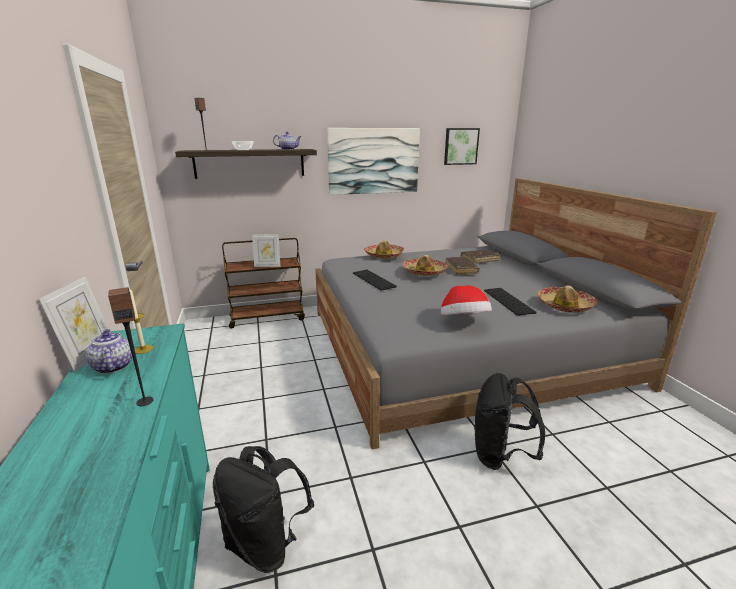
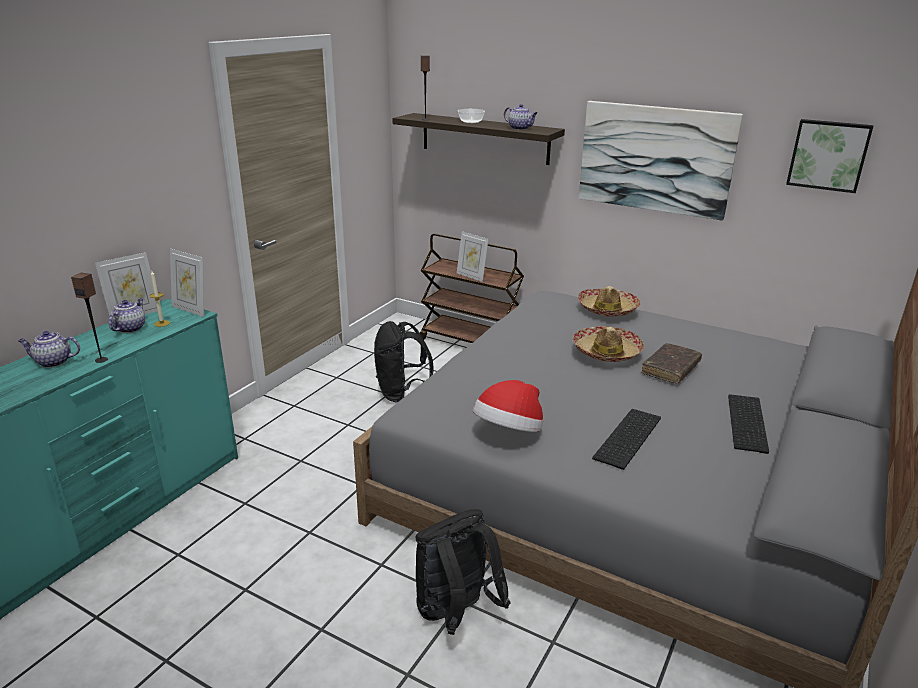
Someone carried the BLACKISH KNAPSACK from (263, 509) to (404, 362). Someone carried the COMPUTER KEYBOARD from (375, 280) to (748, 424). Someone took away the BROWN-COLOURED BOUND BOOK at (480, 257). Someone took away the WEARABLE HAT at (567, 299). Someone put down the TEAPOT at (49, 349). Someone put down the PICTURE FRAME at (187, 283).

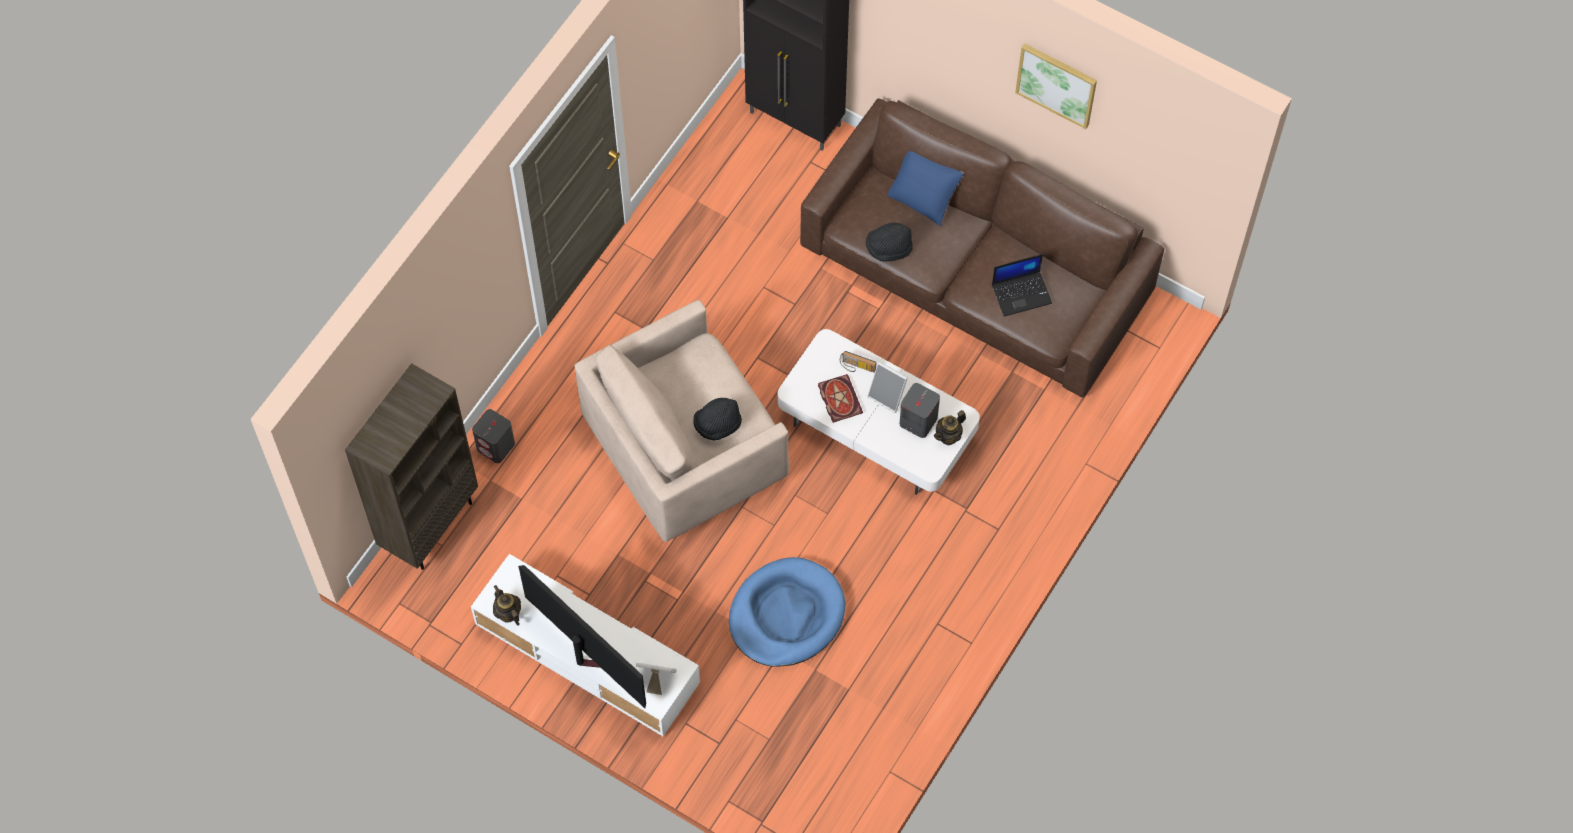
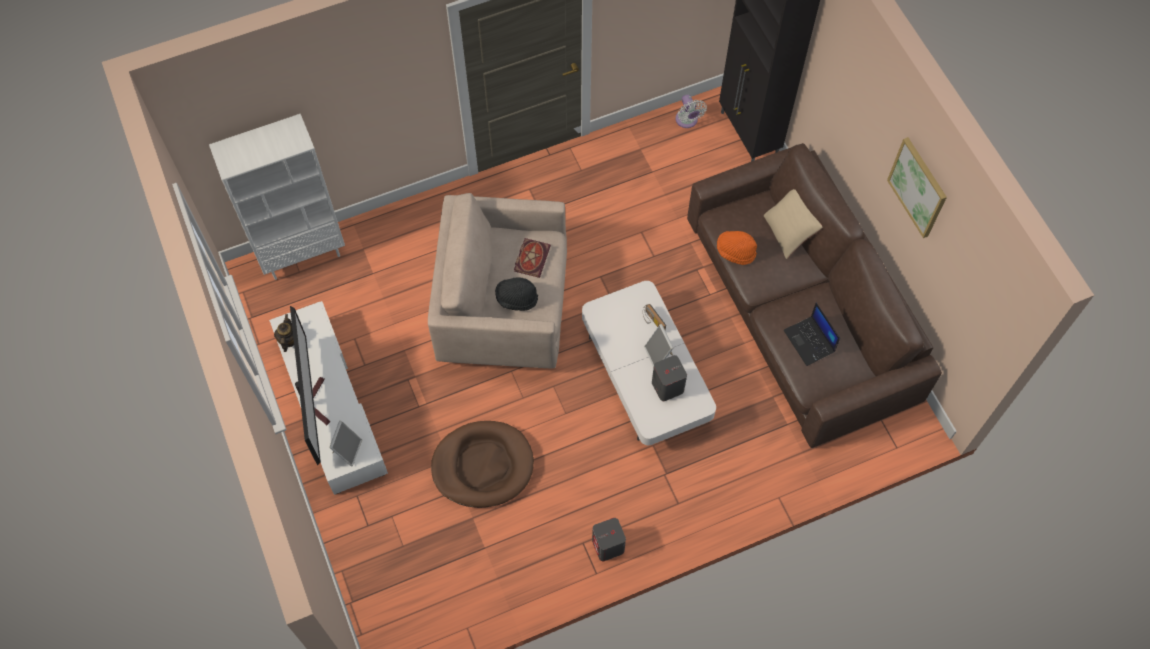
Someone repainted the BROWN-COLOURED SHELVING UNIT at (411, 466), which became the WHITISH SHELVING UNIT at (277, 197). Someone carried the GREYISH SPEAKER from (493, 436) to (609, 539). Someone rotated the PICTURE FRAME at (656, 679) by 60 degrees clockwise. Someone repainted the BLUE DOG CUSHION at (787, 612), which became the BROWN-COLOURED DOG CUSHION at (482, 464). Someone carried the BOUND BOOK from (840, 398) to (532, 258). Someone repainted the BLACKISH WEARABLE HAT at (889, 242), which became the ORANGEY WEARABLE HAT at (737, 248). Someone repainted the BLUE THROW PILLOW at (925, 188), which became the SAND-COLOURED THROW PILLOW at (793, 224). Someone took away the TEAPOT at (950, 427). Someone rotated the NOTEBOOK COMPUTER at (1022, 285) by 45 degrees clockwise. Someone put down the WHITISH COOLING FAN at (691, 111).

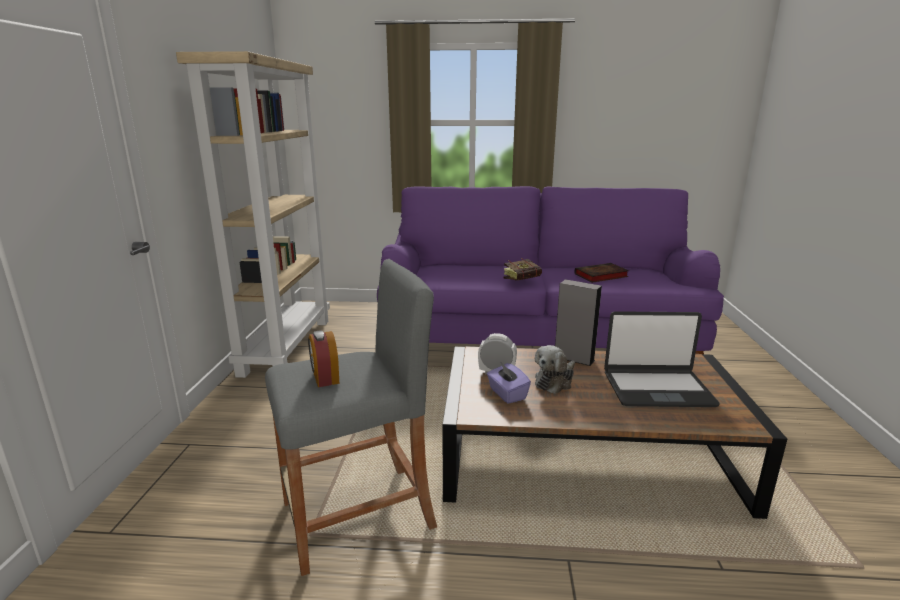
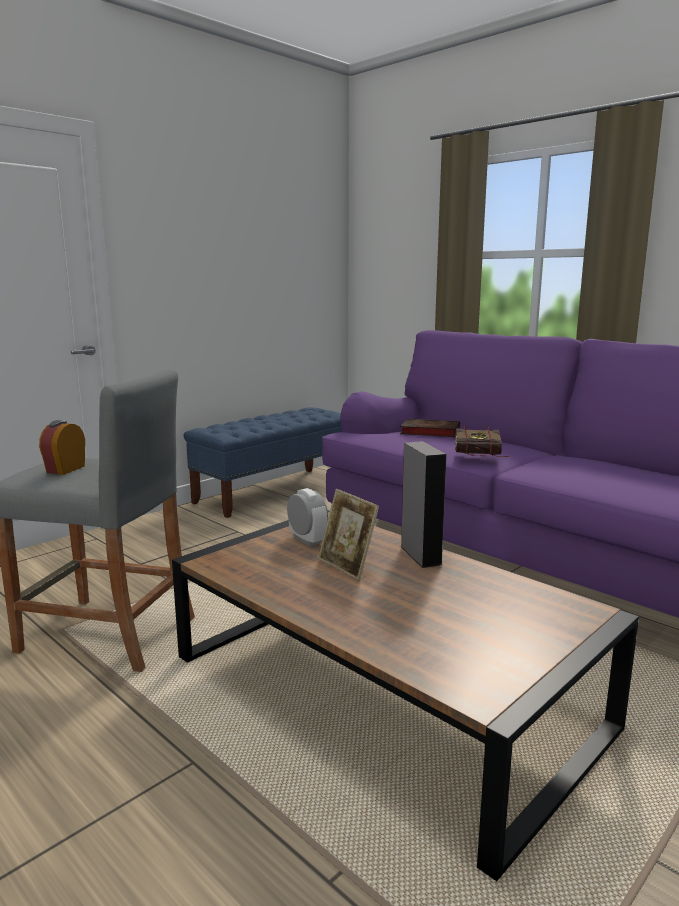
Someone swapped the SAND-COLOURED SHELVING UNIT at (253, 214) for the BLUE INDOOR BENCH at (263, 462). Someone took away the PURPLISH TISSUE BOX at (509, 383). Someone swapped the PLUSH TOY at (555, 369) for the PICTURE FRAME at (348, 534). Someone carried the BOUND BOOK from (602, 273) to (430, 428). Someone took away the NOTEBOOK COMPUTER at (662, 359).

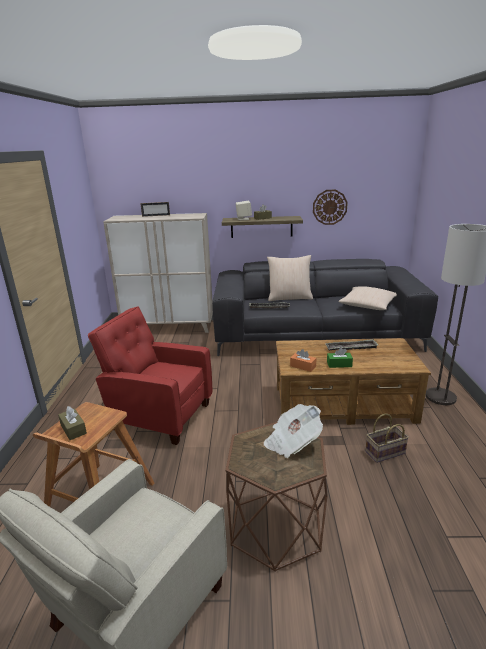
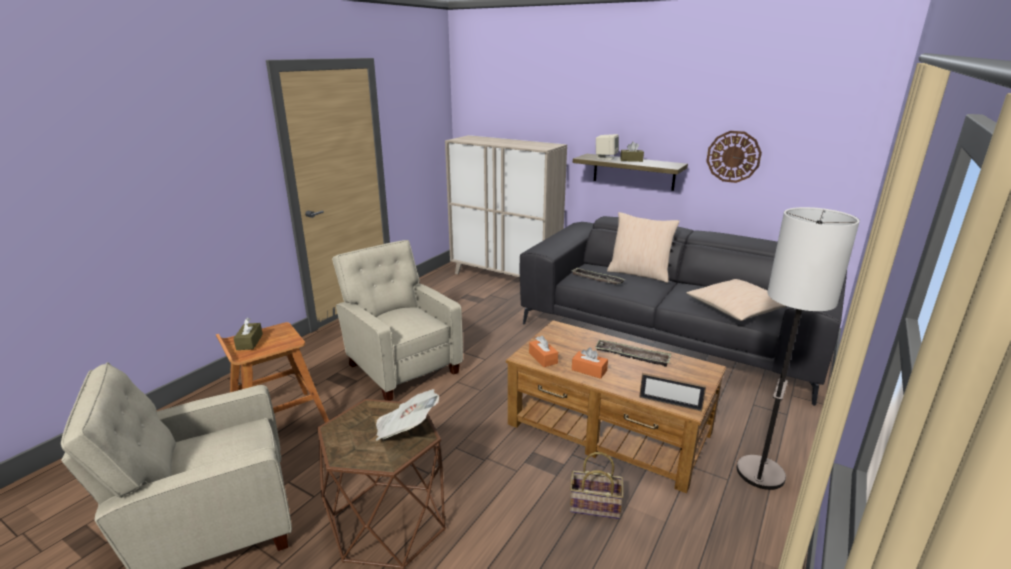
Someone repainted the REDDISH LOUNGE CHAIR at (150, 376), which became the SAND-COLOURED LOUNGE CHAIR at (397, 320). Someone carried the PICTURE FRAME from (155, 209) to (672, 392). Someone repainted the GREEN TISSUE BOX at (340, 357), which became the ORANGEY TISSUE BOX at (590, 363).

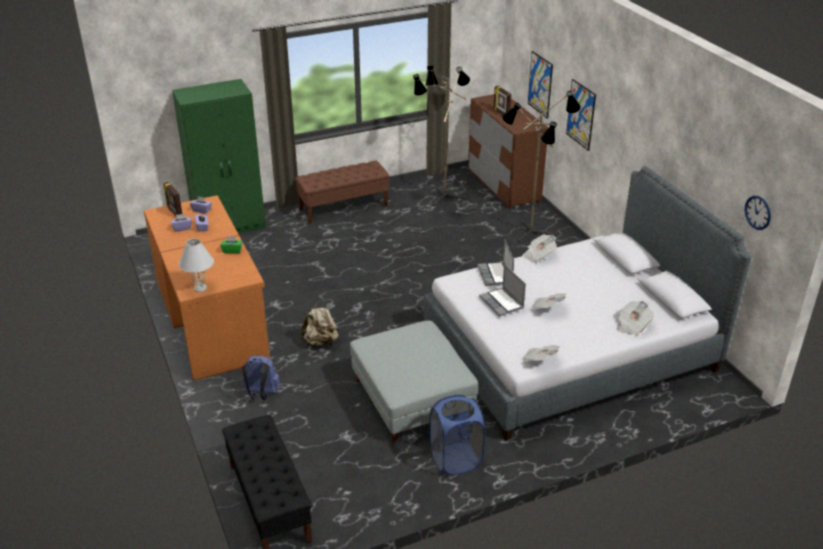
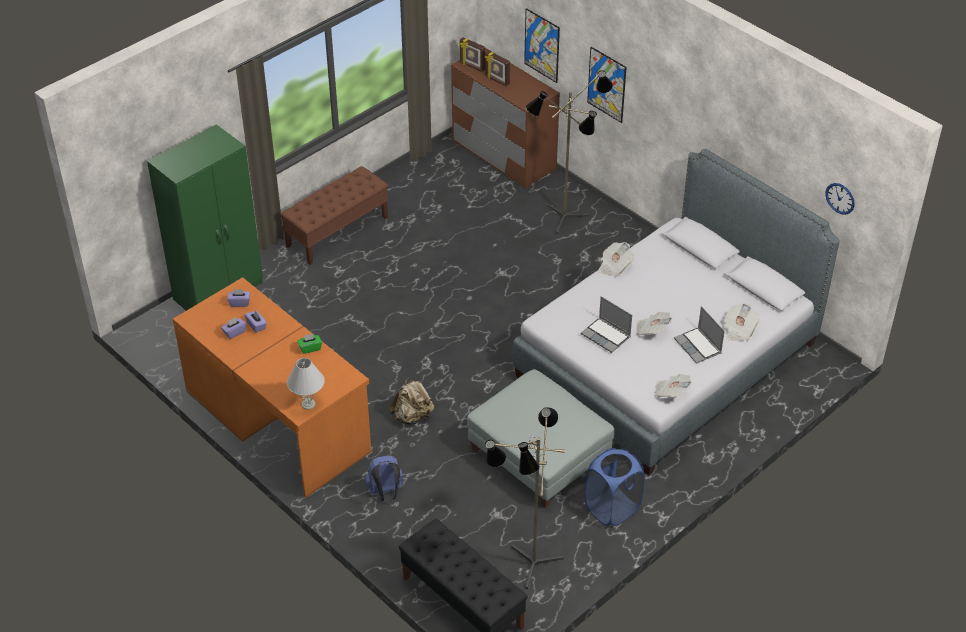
Someone carried the PICTURE FRAME from (172, 199) to (472, 54). Someone carried the STANDARD LAMP from (441, 136) to (525, 498). Someone carried the NOTEBOOK COMPUTER from (495, 263) to (699, 335).

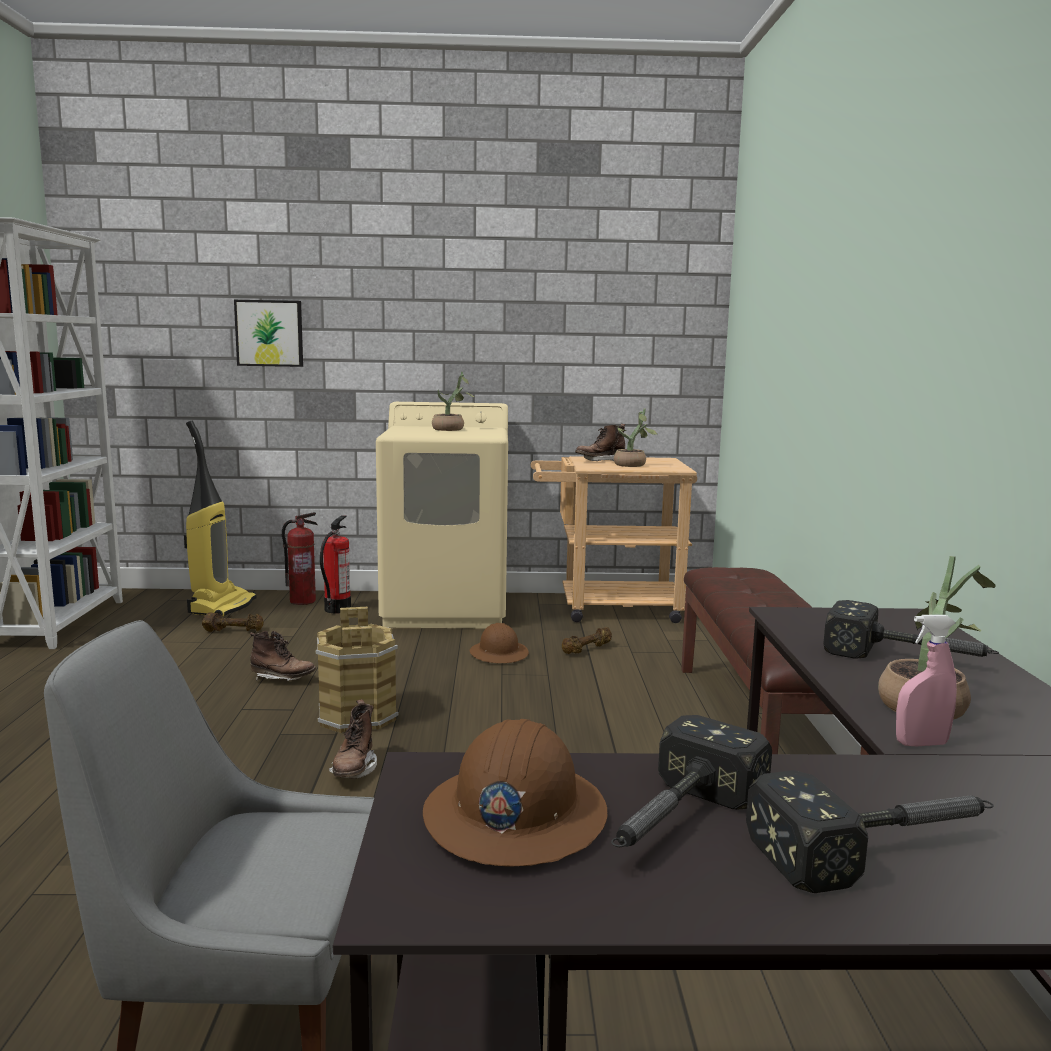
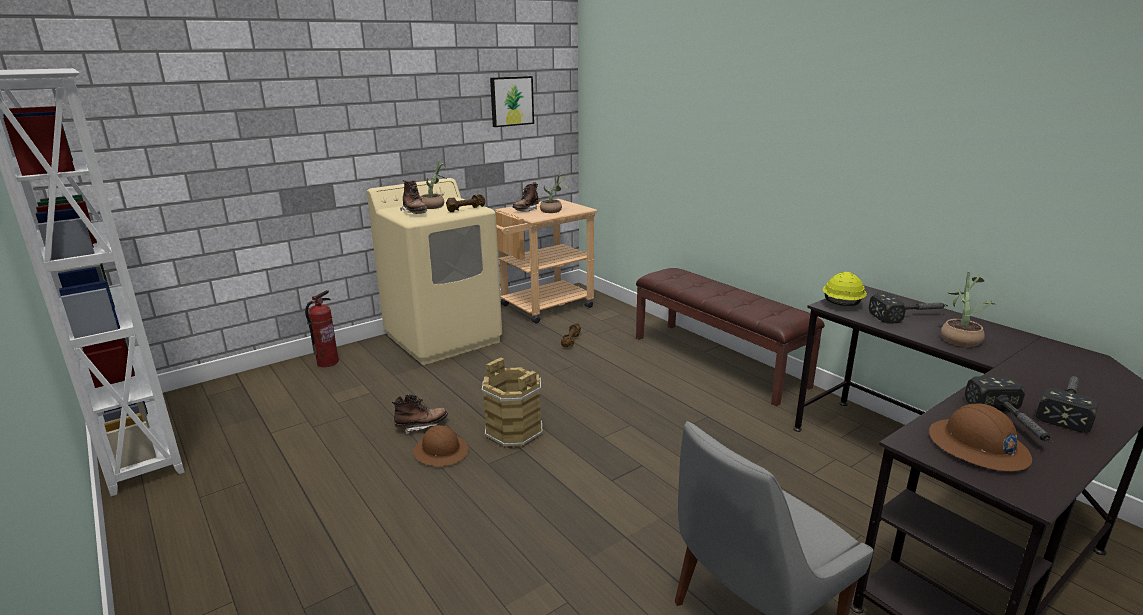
Someone took away the HOOVER at (220, 518). Someone carried the BROWN-COLOURED FREE WEIGHT from (233, 622) to (465, 203). Someone carried the WALL PICTURE from (268, 333) to (512, 101). Someone took away the EXTINGUISHER at (335, 564). Someone carried the BROWN-COLOURED TALL BOOT from (353, 738) to (413, 197). Someone carried the BROWN-COLOURED WORK HELMET from (499, 643) to (441, 446). Someone took away the PINKISH SPRAYER at (926, 680). Someone put down the YELLOWISH WORK HELMET at (845, 289).

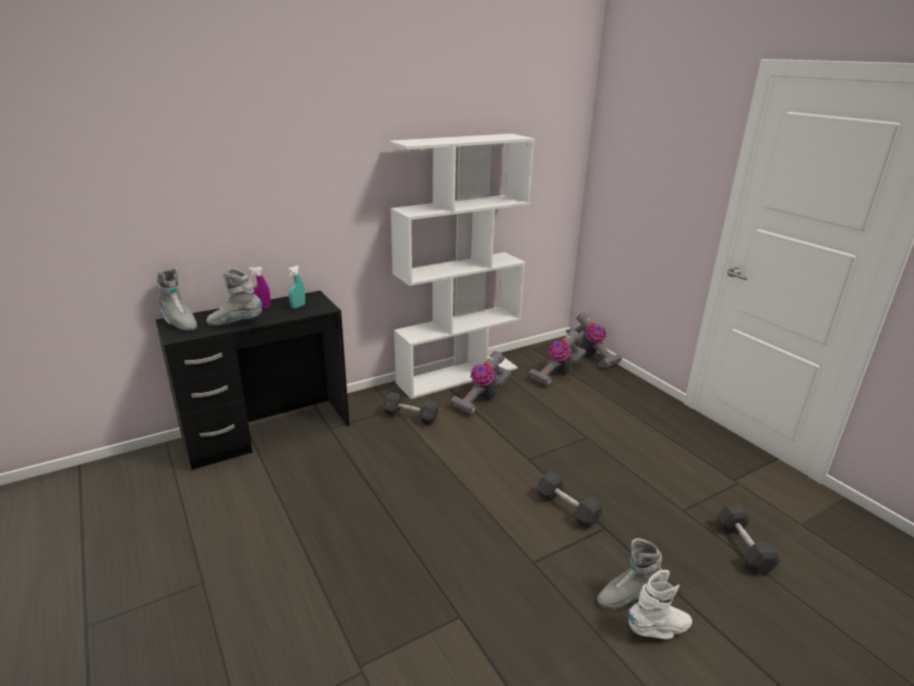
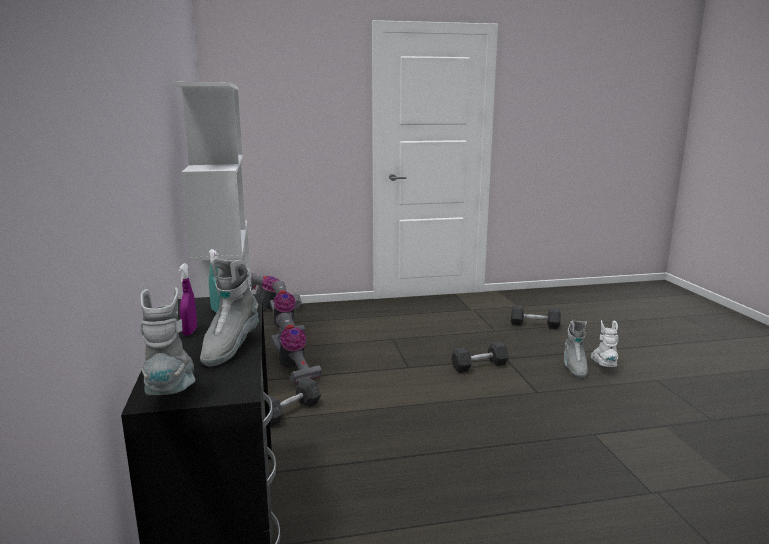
Someone rotated the GREYISH TALL BOOT at (176, 299) by 75 degrees counterclockwise.

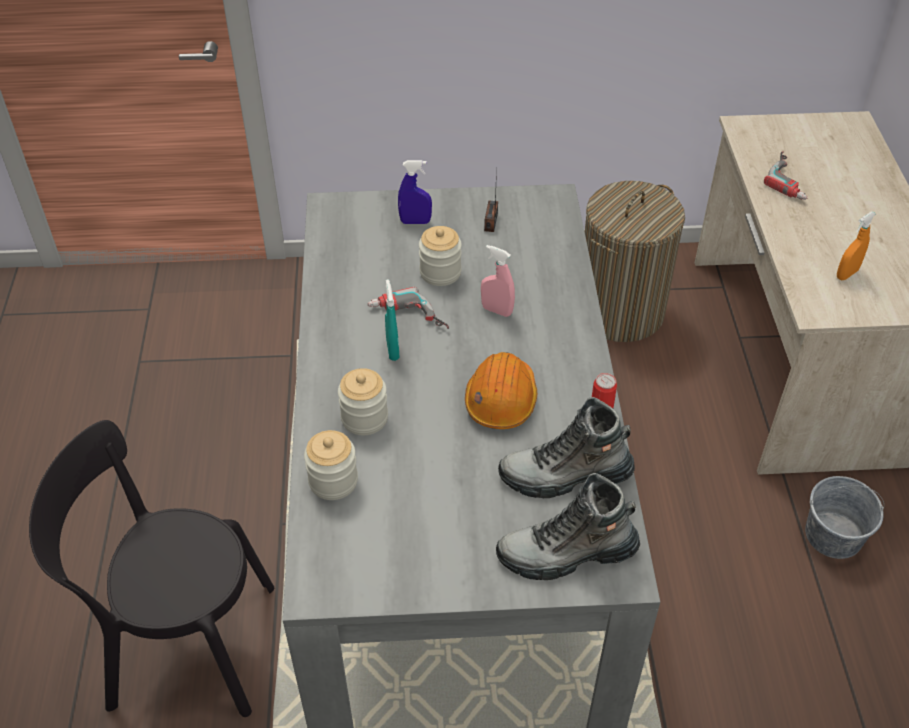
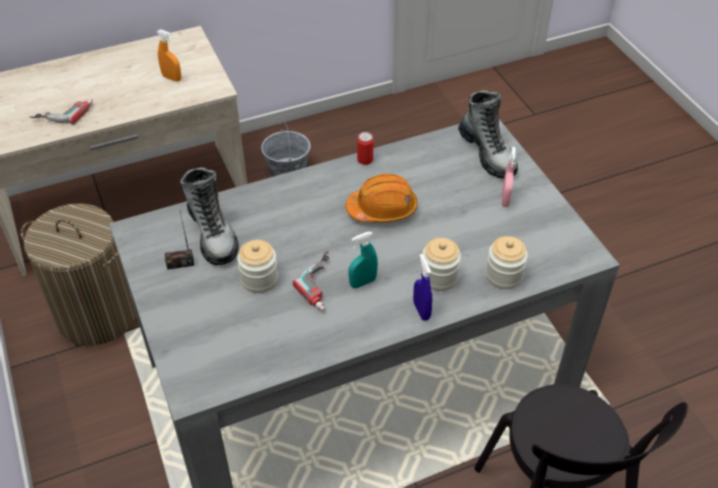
Someone carried the BLUE SPRAYER from (415, 192) to (422, 287). Someone carried the PINKISH SPRAYER from (498, 281) to (508, 177). Someone carried the TALL BOOT from (566, 447) to (209, 216).

